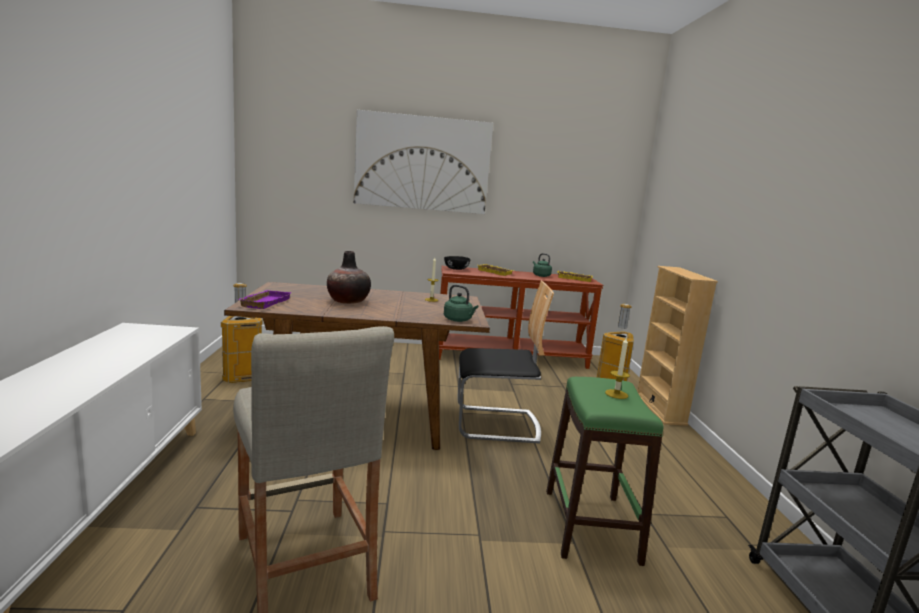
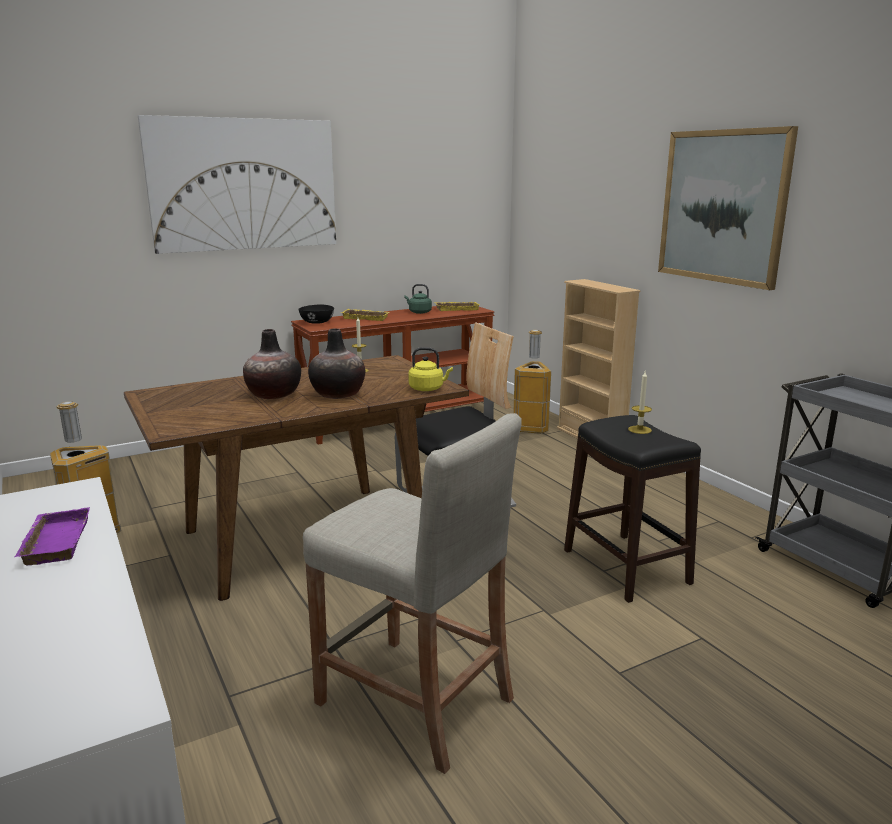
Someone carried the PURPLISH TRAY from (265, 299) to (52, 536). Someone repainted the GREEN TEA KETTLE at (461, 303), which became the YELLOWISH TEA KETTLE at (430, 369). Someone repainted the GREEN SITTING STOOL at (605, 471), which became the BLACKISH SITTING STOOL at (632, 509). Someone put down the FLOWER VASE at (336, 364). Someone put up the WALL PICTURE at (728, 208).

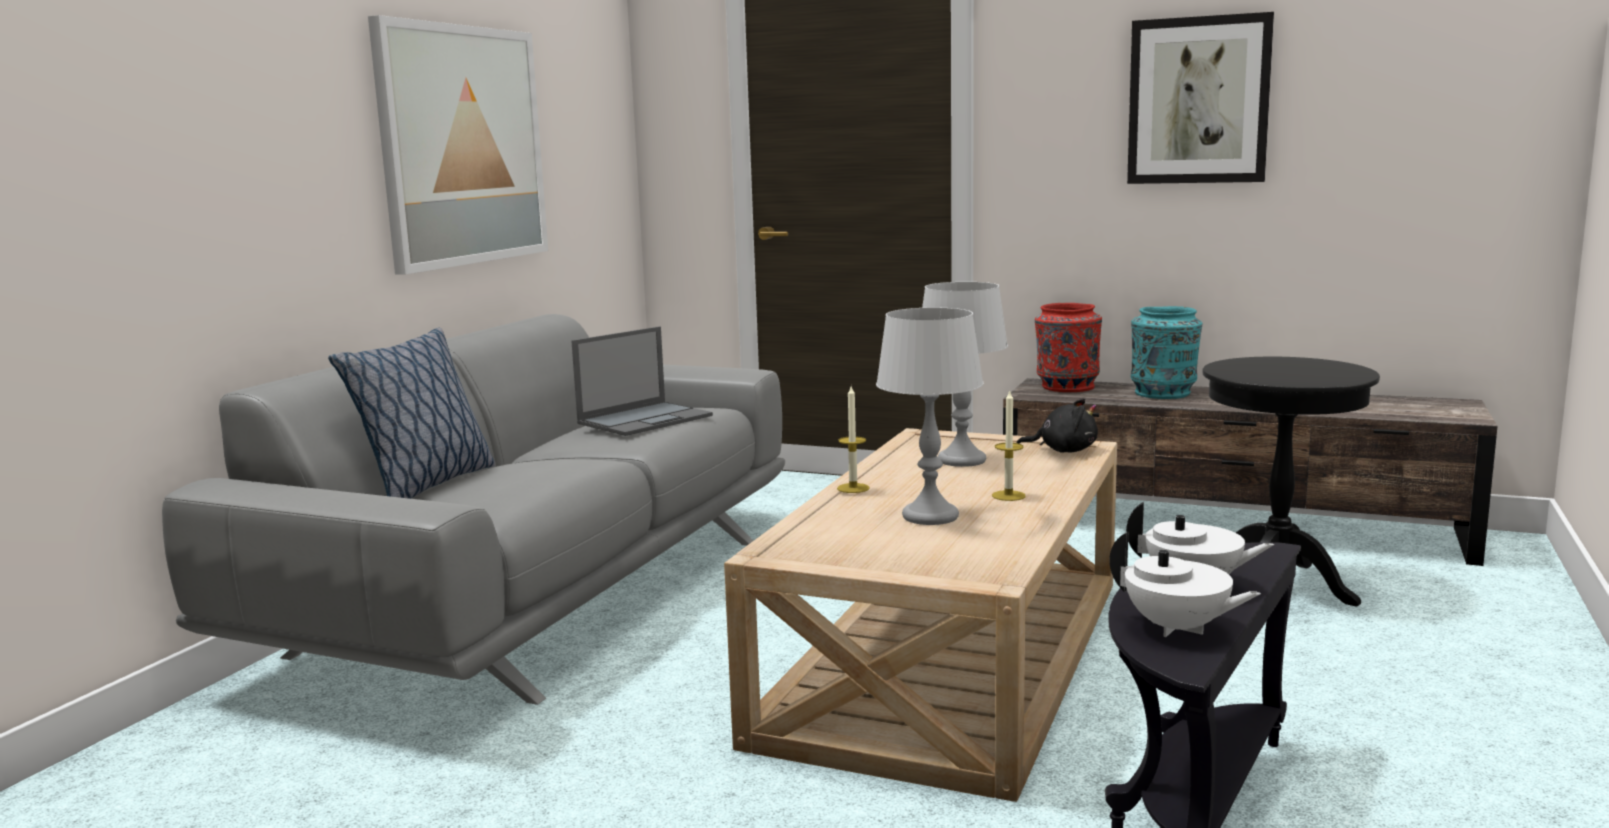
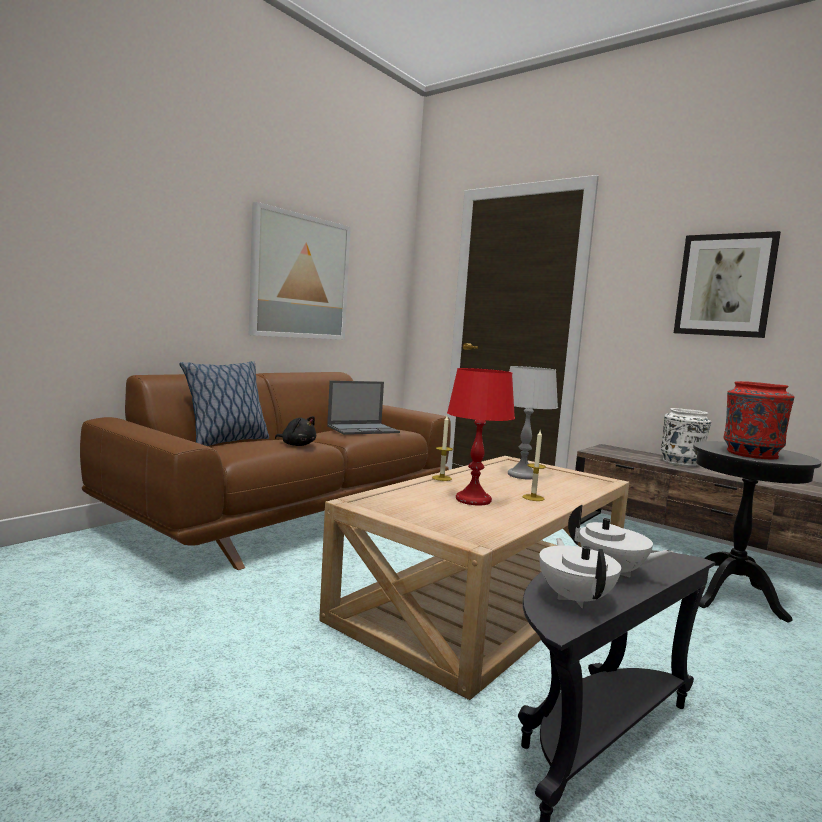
Someone repainted the GREYISH COUCH at (473, 509), which became the BROWN-COLOURED COUCH at (265, 471). Someone repainted the GREYISH LAMP FOR A TABLE at (930, 416), which became the REDDISH LAMP FOR A TABLE at (481, 437). Someone carried the BLACKISH PLUSH TOY from (1057, 426) to (295, 431). Someone carried the REDDISH FLOWER VASE from (1068, 347) to (758, 420). Someone rotated the WHITISH TEAPOT at (1185, 584) by 150 degrees counterclockwise. Someone repainted the TURQUOISE-COLOURED FLOWER VASE at (1166, 352), which became the WHITISH FLOWER VASE at (686, 437).

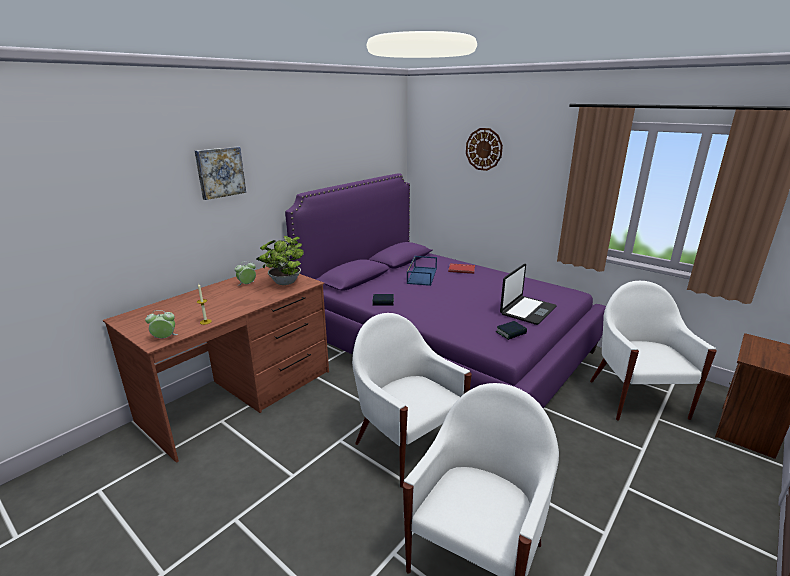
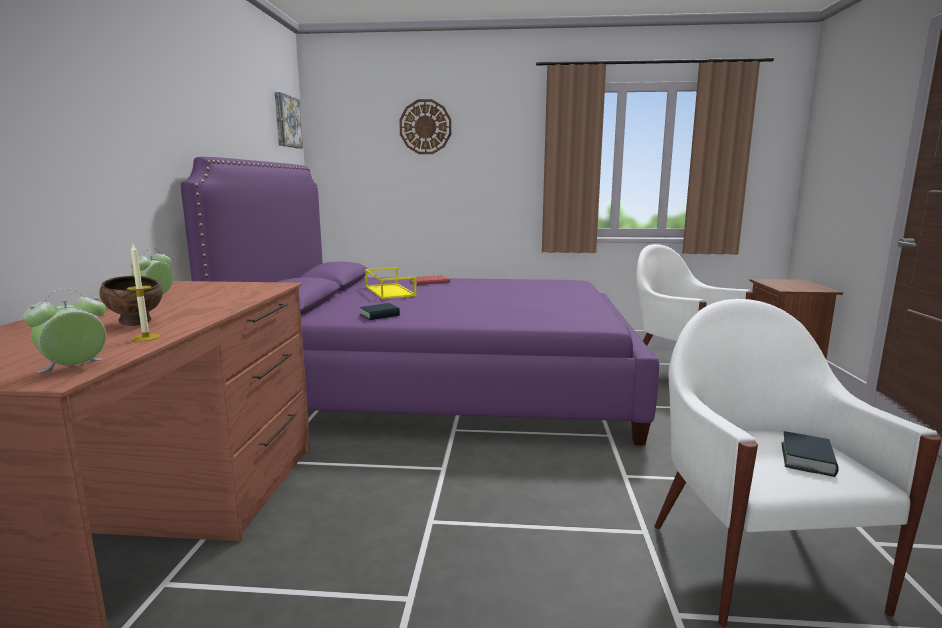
Someone carried the WALL PICTURE from (220, 173) to (289, 120). Someone took away the PLANT IN A POT at (280, 260). Someone took away the WHITISH LOUNGE CHAIR at (412, 400). Someone repainted the BLUE TRAY at (422, 271), which became the YELLOWISH TRAY at (391, 283). Someone carried the BOUND BOOK from (511, 330) to (810, 454). Someone took away the NOTEBOOK COMPUTER at (528, 294). Someone put down the BROWN-COLOURED SERVING BOWL at (131, 301).

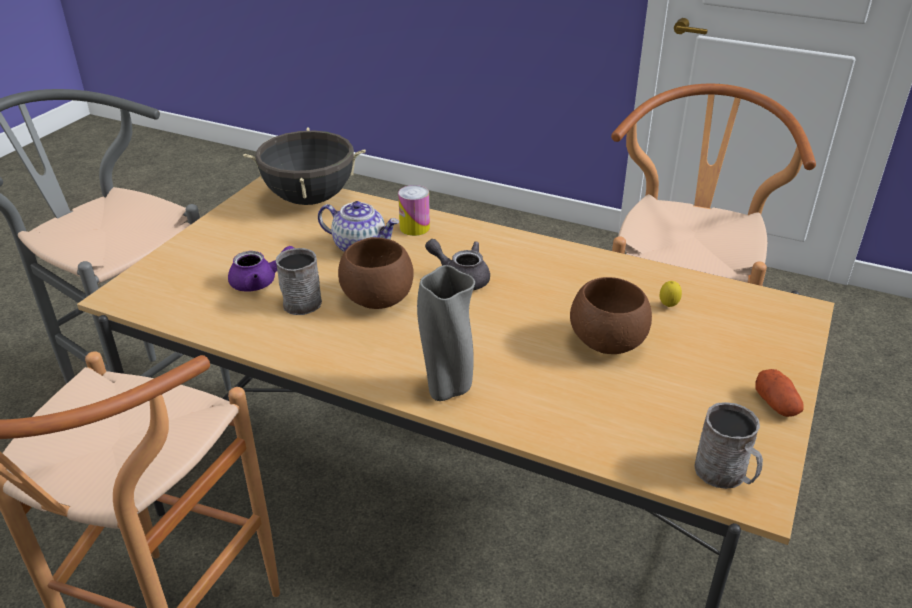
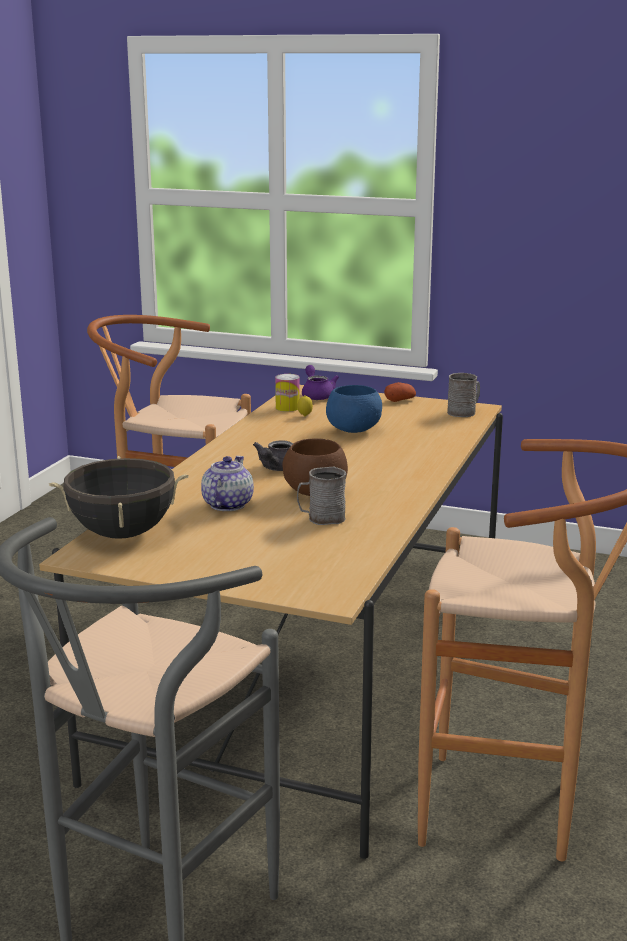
Someone carried the PURPLISH TEAPOT from (261, 269) to (320, 382). Someone carried the METAL CAN from (414, 210) to (287, 393). Someone took away the GREYISH FLOWER VASE at (446, 333). Someone repainted the BROWN-COLOURED SERVING BOWL at (611, 315), which became the BLUE SERVING BOWL at (354, 409).

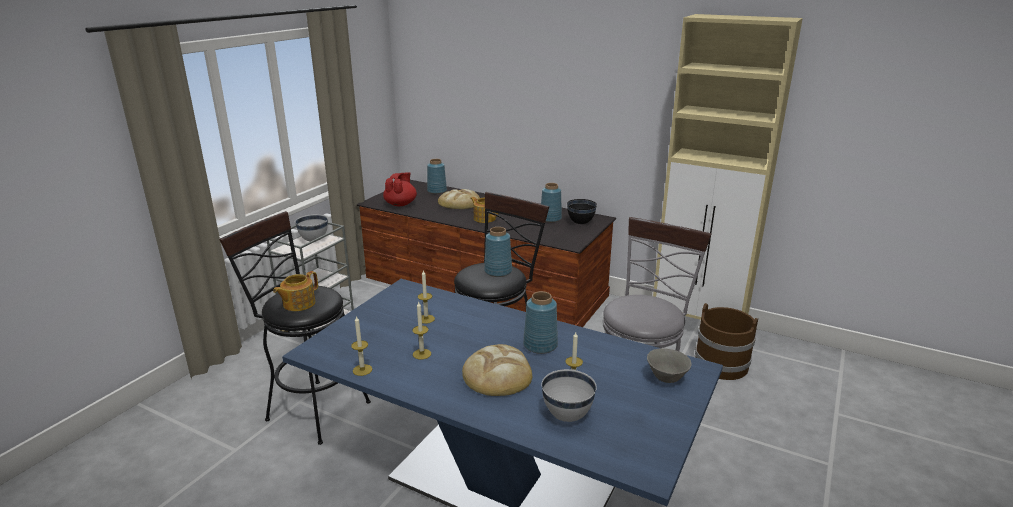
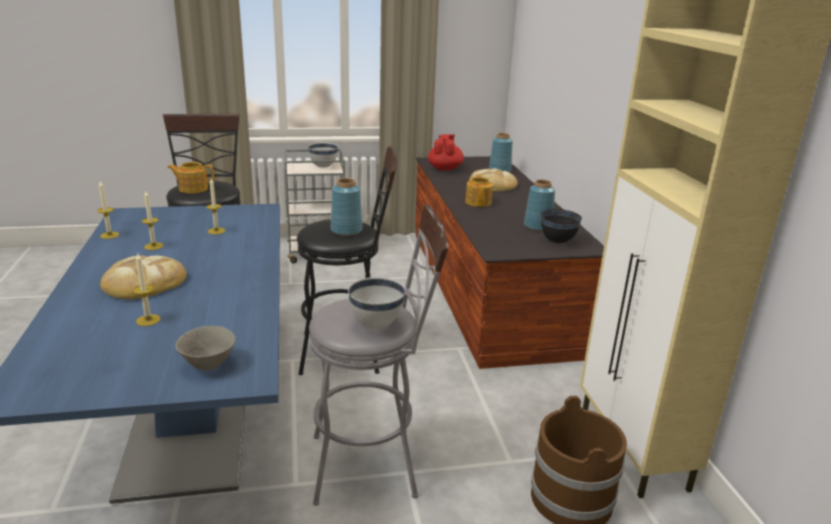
Someone rotated the REDDISH TEAPOT at (400, 189) by 60 degrees counterclockwise. Someone took away the BLUE FLOWER VASE at (540, 322). Someone carried the WHITISH SERVING BOWL from (569, 395) to (377, 302).

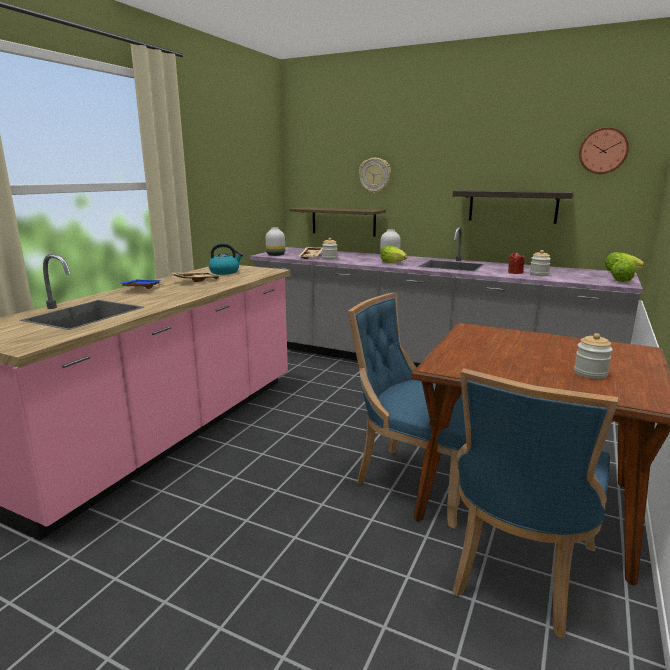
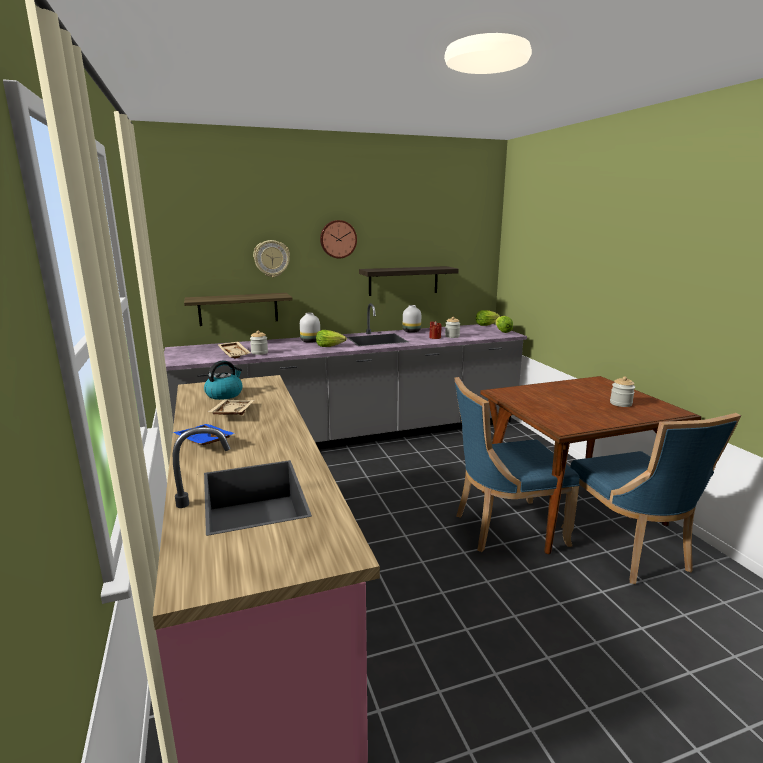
Someone carried the WHITISH FLOWER VASE from (275, 241) to (412, 319). Someone carried the WALL CLOCK from (604, 150) to (338, 239).

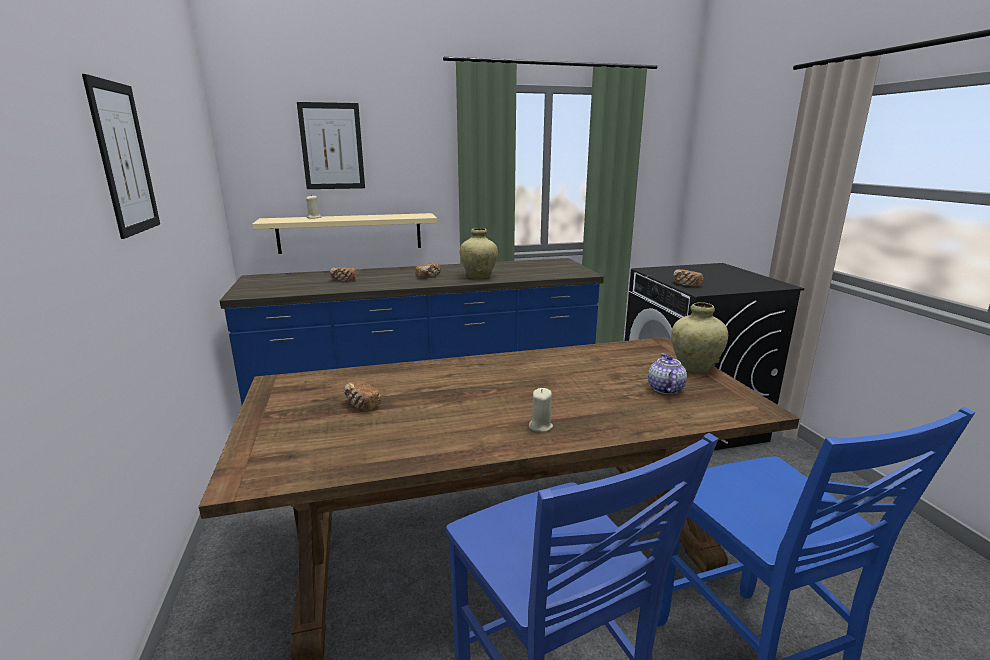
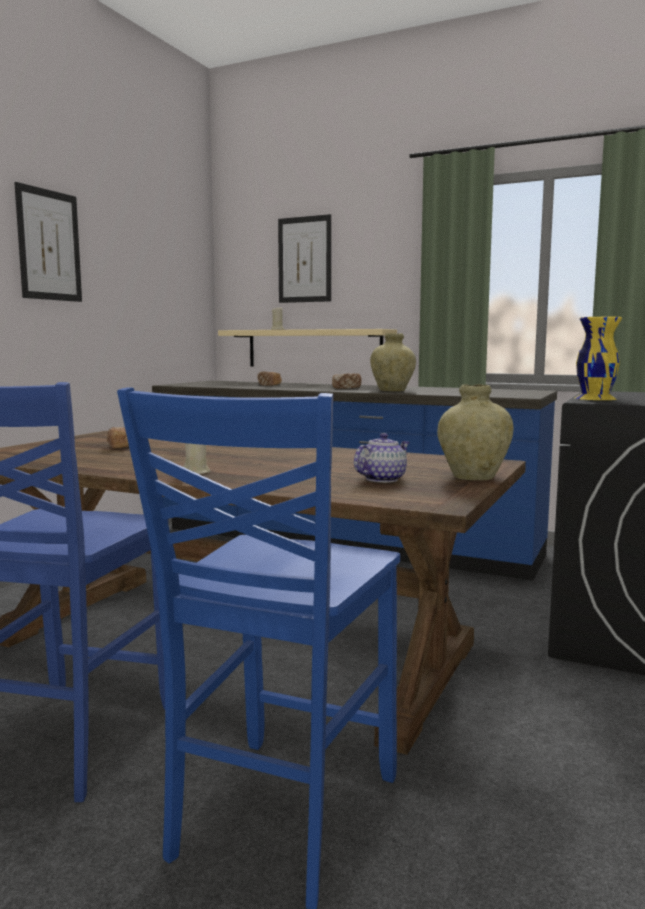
Someone swapped the BREAD at (688, 278) for the YELLOWISH FLOWER VASE at (598, 358).

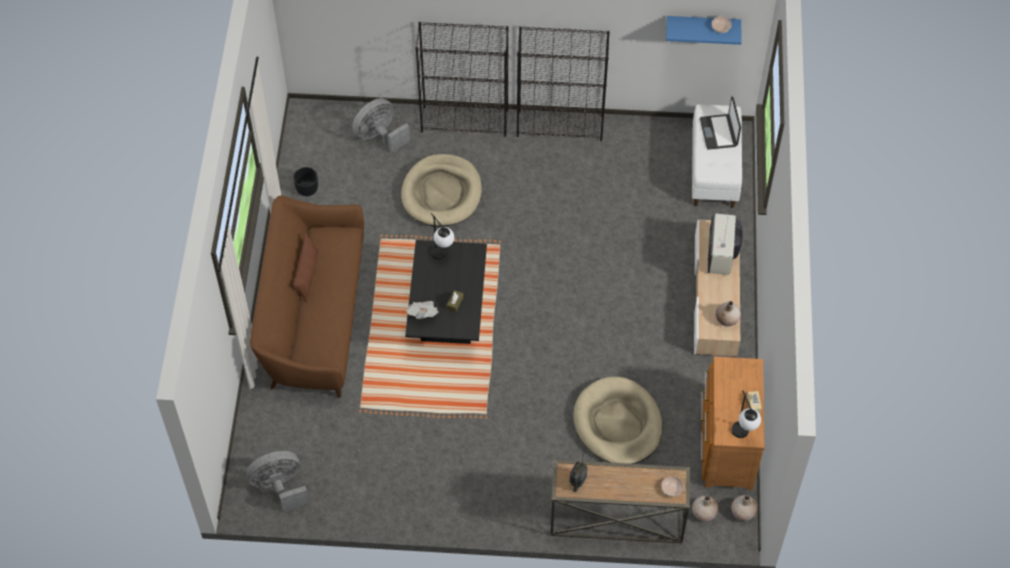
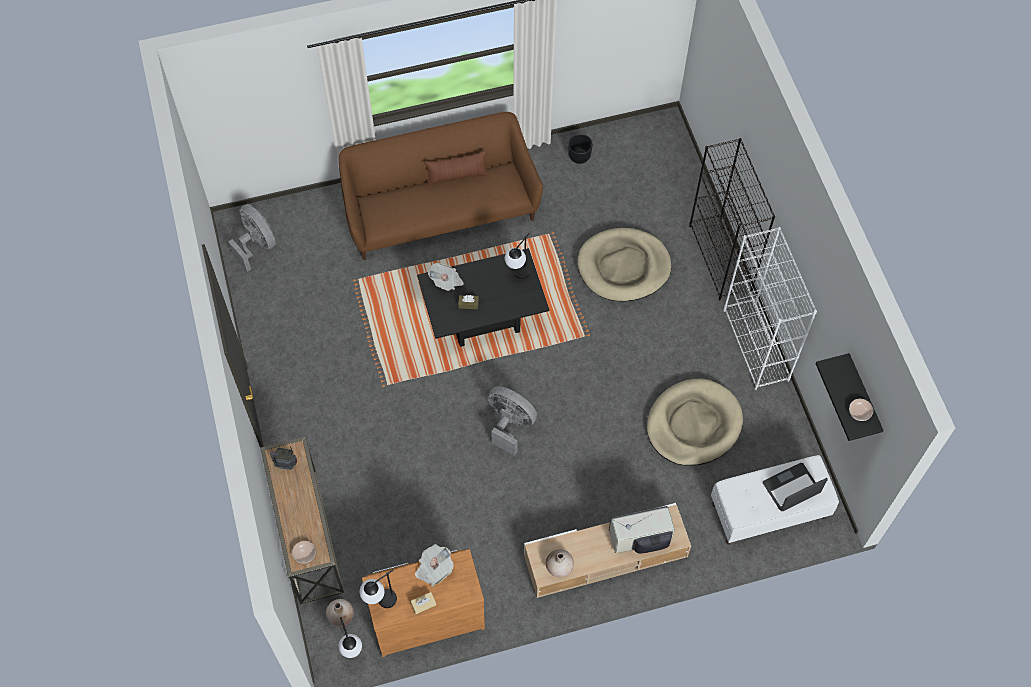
Someone carried the GREYISH COOLING FAN from (381, 125) to (512, 421). Someone repainted the BLACKISH SHELVING UNIT at (563, 83), which became the WHITISH SHELVING UNIT at (770, 308). Someone carried the SAND-COLOURED DOG CUSHION from (617, 420) to (695, 422). Someone repainted the BLUE BRACKET SHELF at (704, 30), which became the BLACKISH BRACKET SHELF at (849, 397). Someone swapped the SAND-COLOURED FLOWER VASE at (744, 508) for the LAMP FOR A TABLE at (350, 637). Someone put down the PRINTED PAPER at (434, 565).

